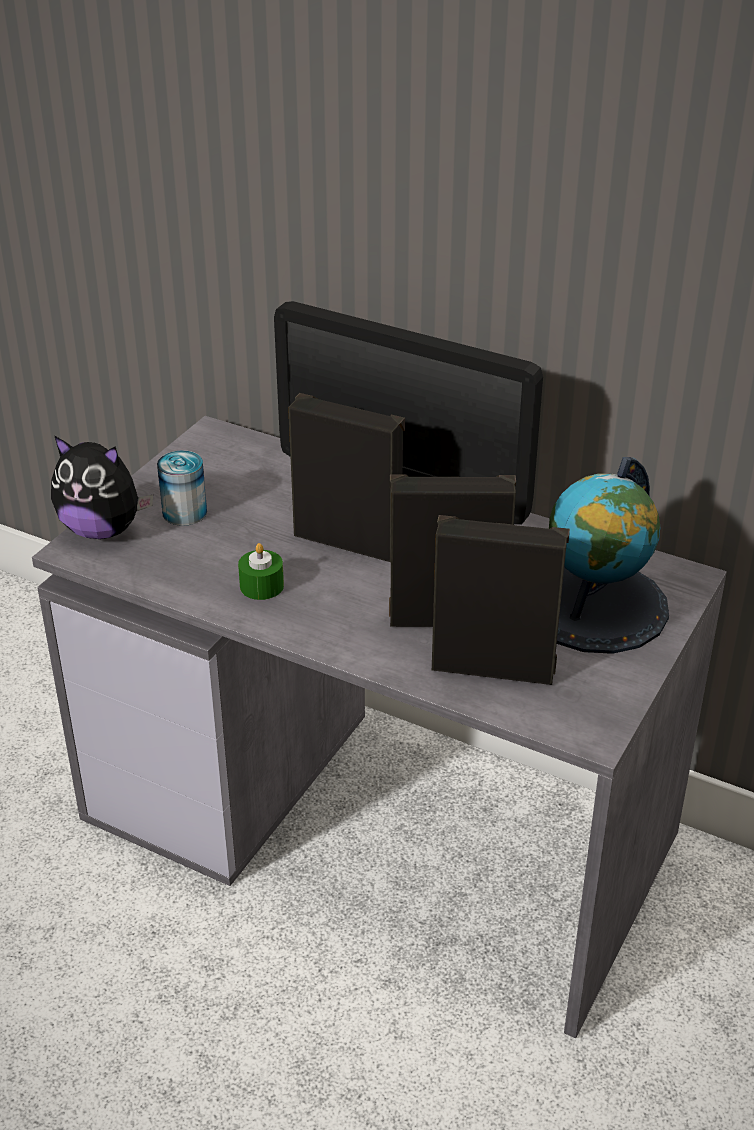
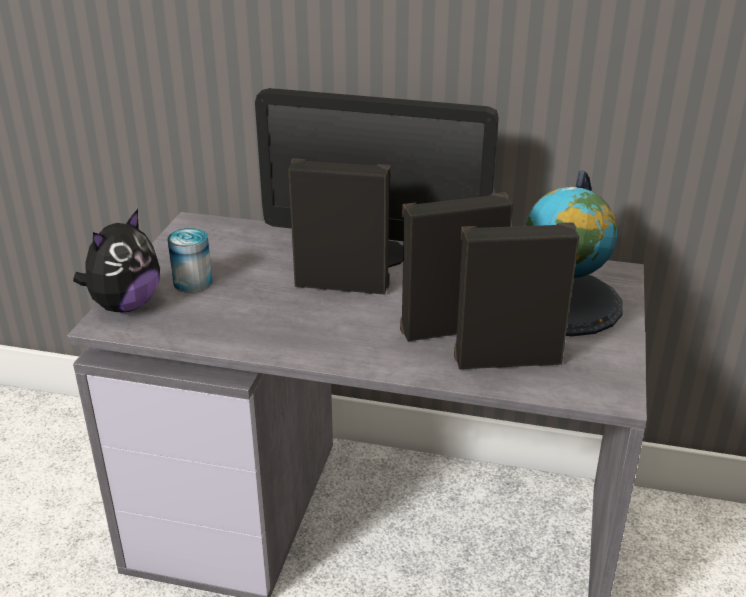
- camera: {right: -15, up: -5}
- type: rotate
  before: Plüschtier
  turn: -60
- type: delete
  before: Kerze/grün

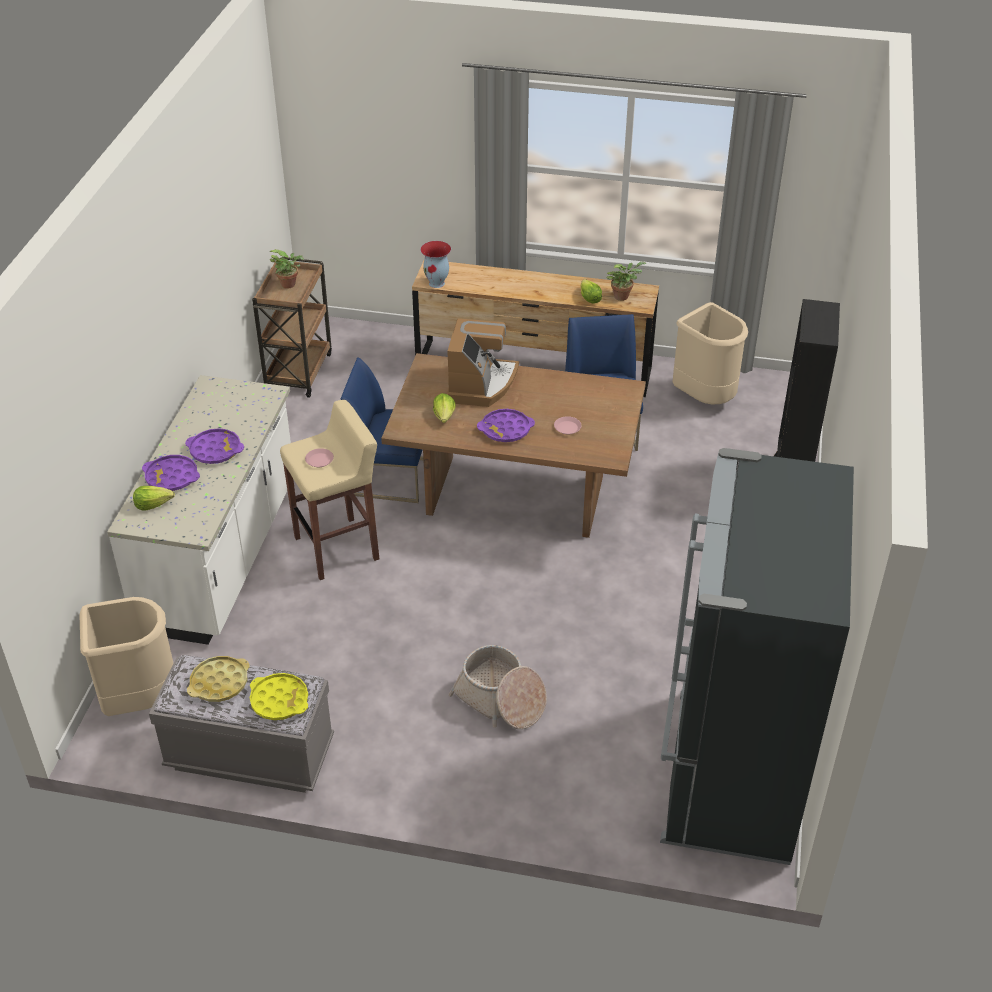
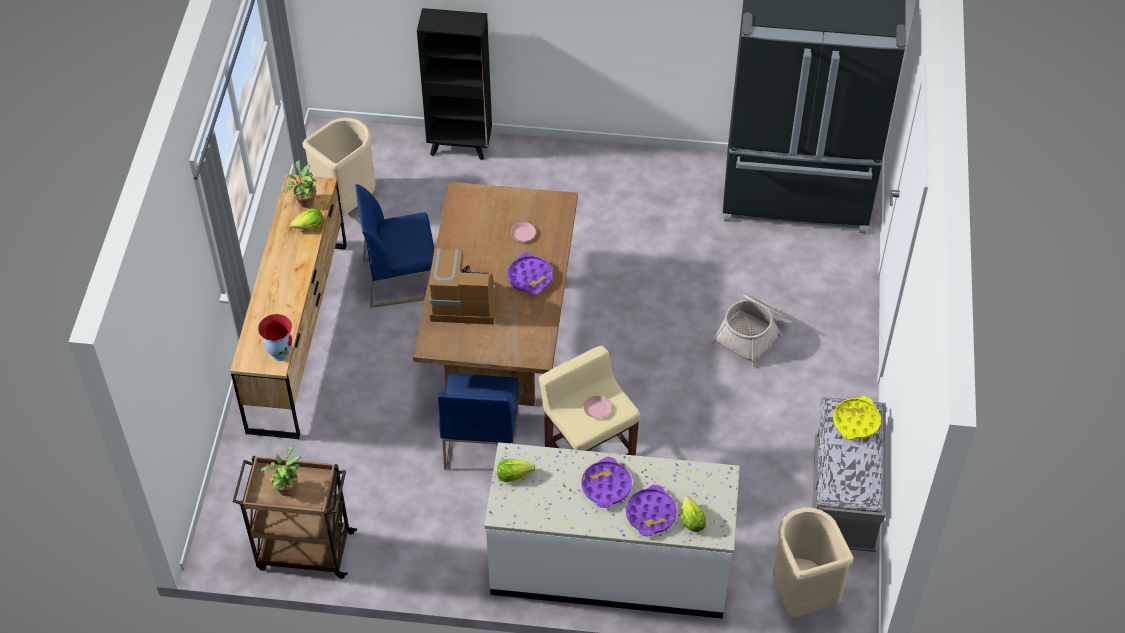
- camera: {right: -95, up: 10}
- type: delete
  before: Tablett/gelb (1st from left)
- type: move
  before: Salatkopf (2nd from left)

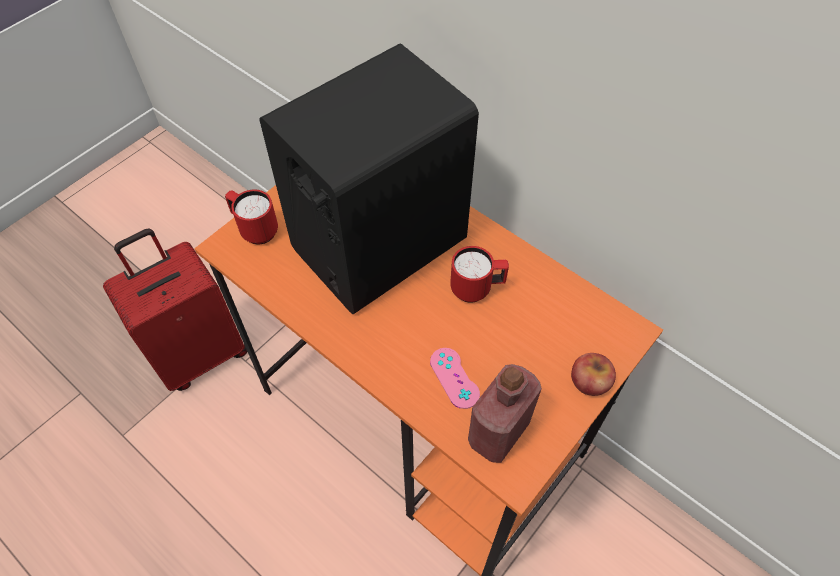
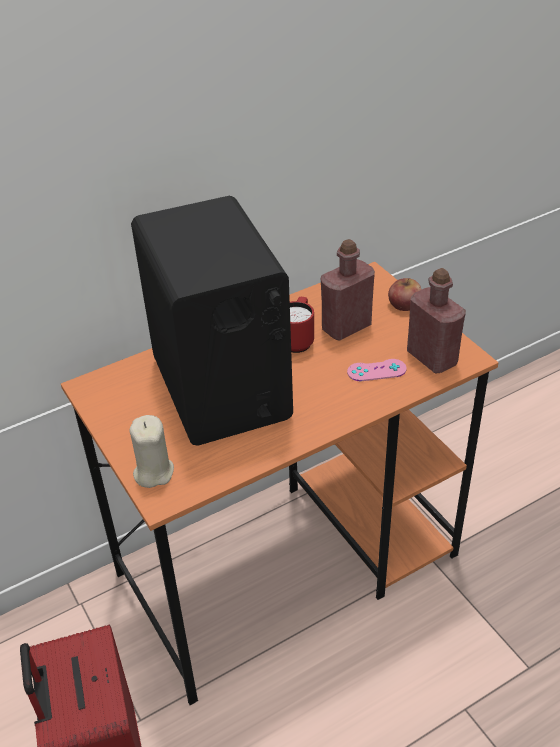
- camera: {right: -70, up: -15}
- type: replace
  before: Henkelbecher/rot (1st from left)
  after: Kerze/beige
- type: insert
  after: Flasche/rot (1st from left)

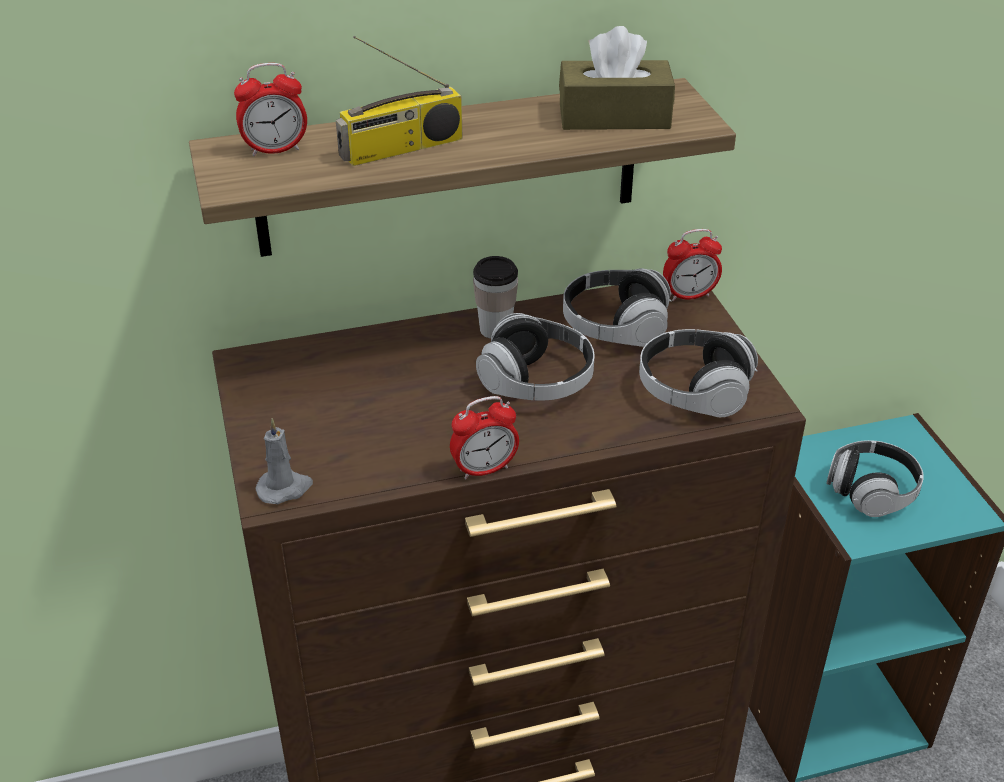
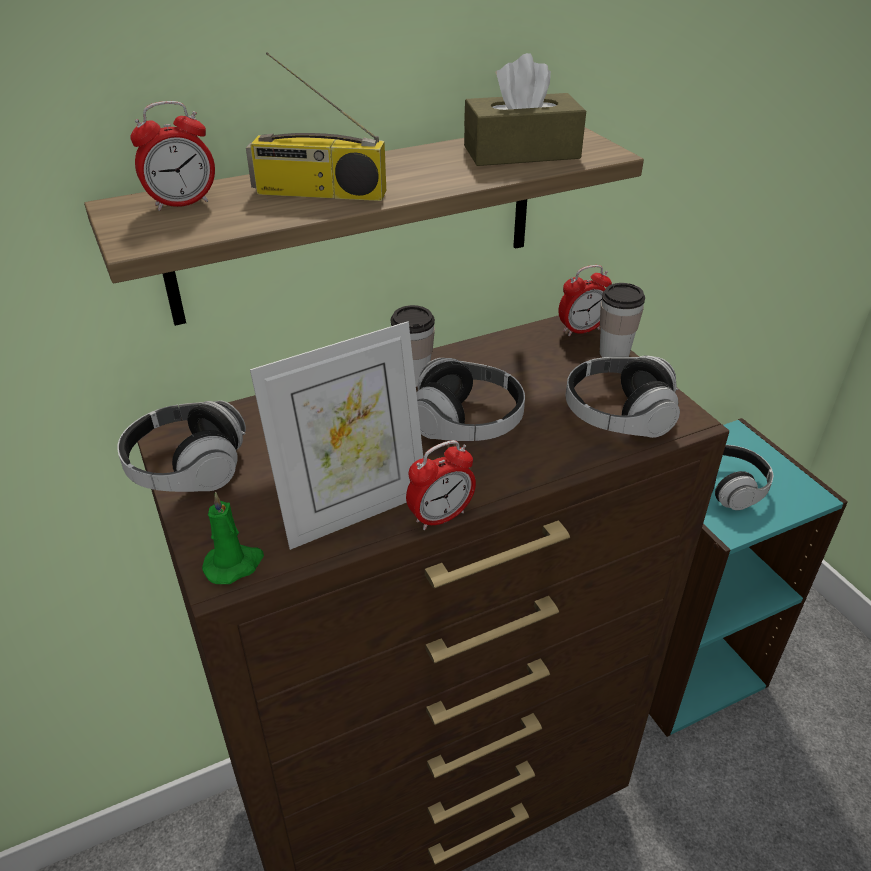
- camera: {right: -10, up: 0}
- type: recolor
  before: Kerze/grau
  after: Kerze/grün
- type: rotate
  before: Radio
  turn: 45
- type: move
  before: Kopfhörer (2nd from left in the first image)
  after: Kopfhörer (1st from left)
- type: insert
  after: Bilderrahmen
- type: insert
  after: Tasse (2nd from left)

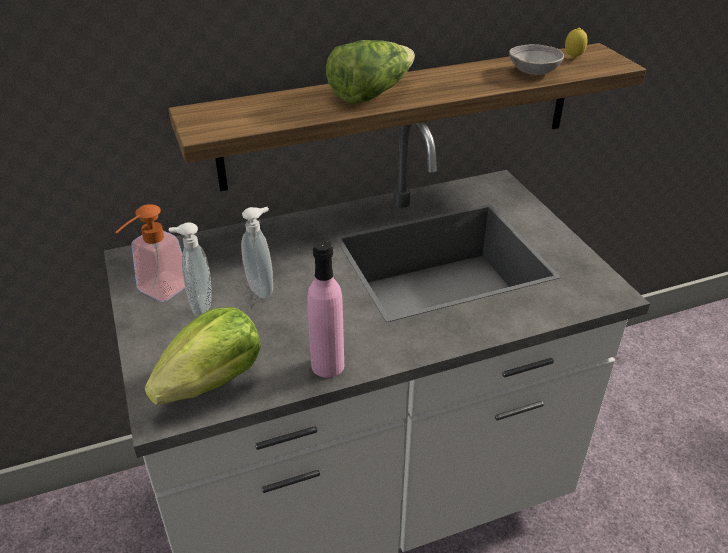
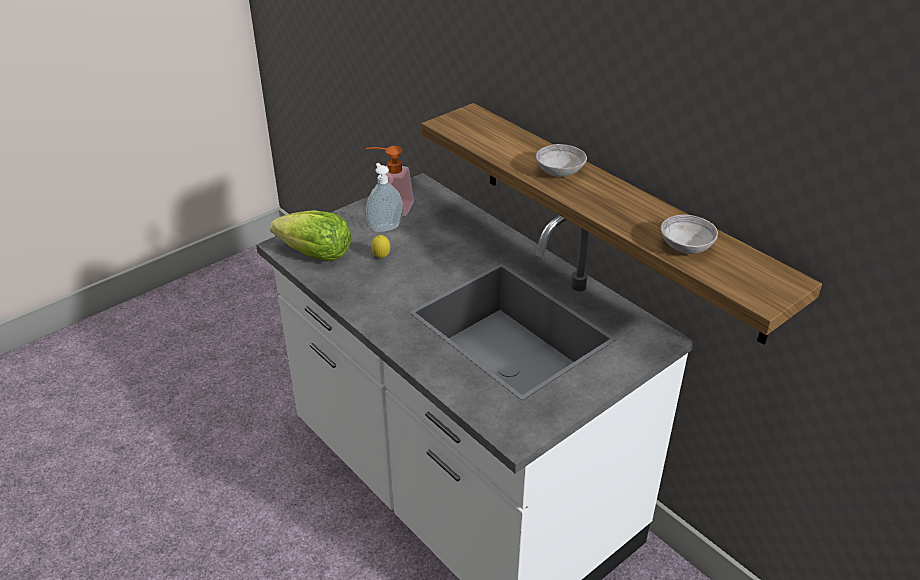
- camera: {right: 70, up: 0}
- type: delete
  before: Seifenspender (3rd from left)
- type: delete
  before: Flasche/rosa
- type: replace
  before: Salatkopf (2nd from left)
  after: Schüssel/grau (1st from left)
- type: move
  before: Zitrone

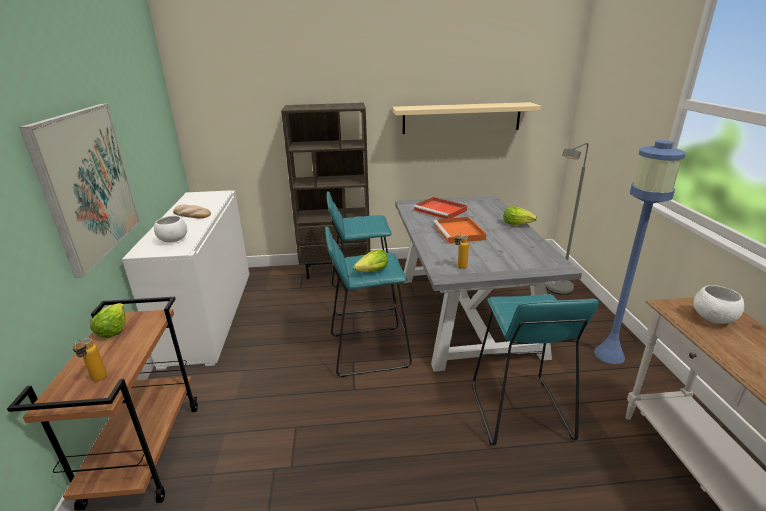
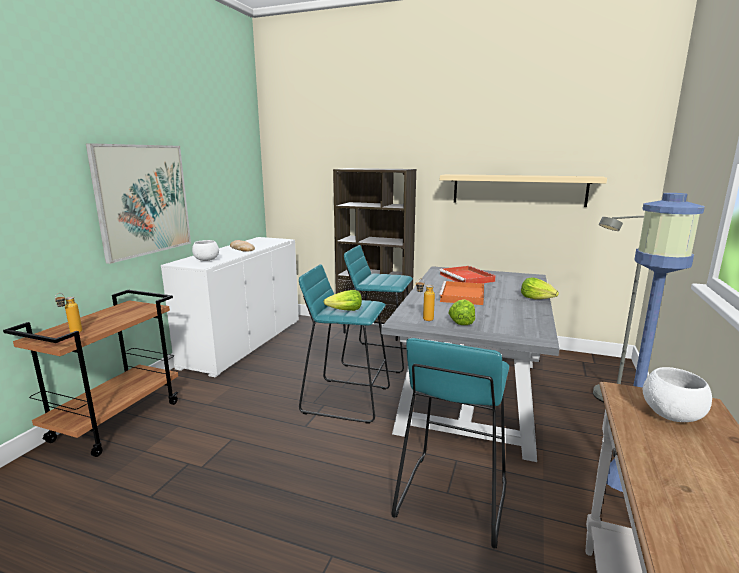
- camera: {right: 25, up: -10}
- type: move
  before: Salatkopf (1st from left in the first image)
  after: Salatkopf (2nd from left)

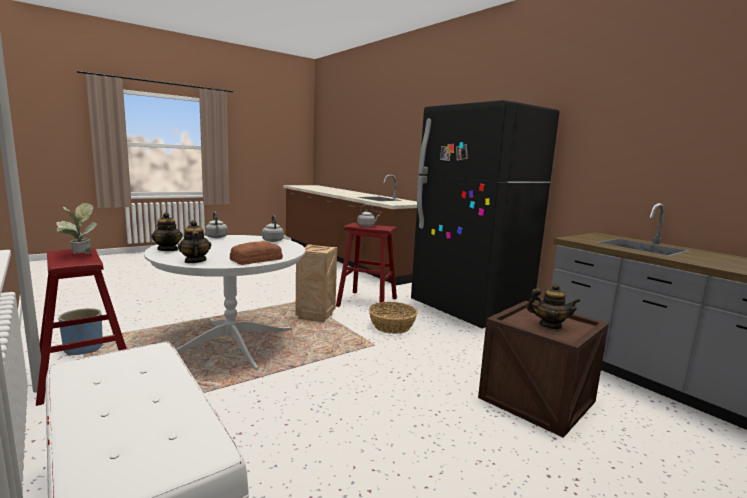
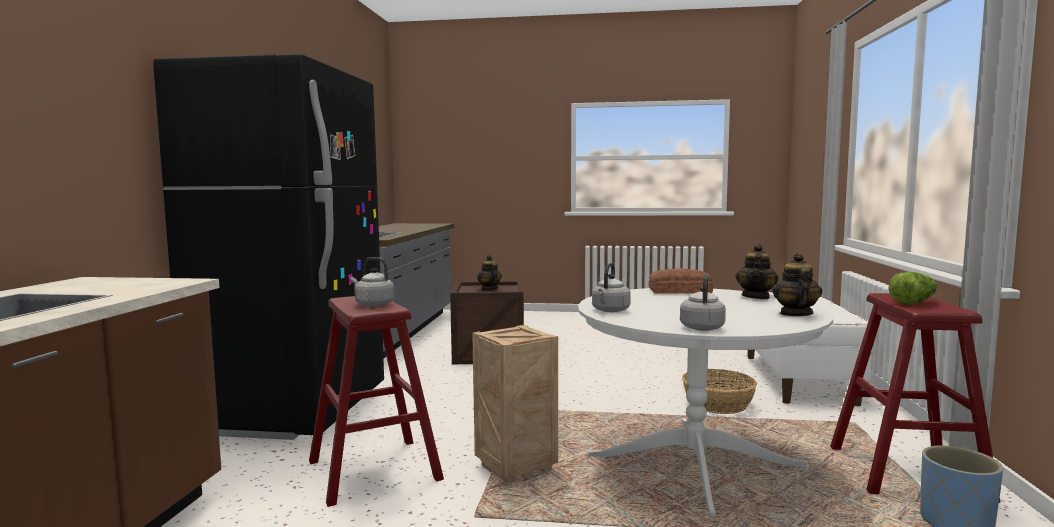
- camera: {right: -135, up: -5}
- type: replace
  before: Topfpflanze
  after: Salatkopf
- type: move
  before: Korb

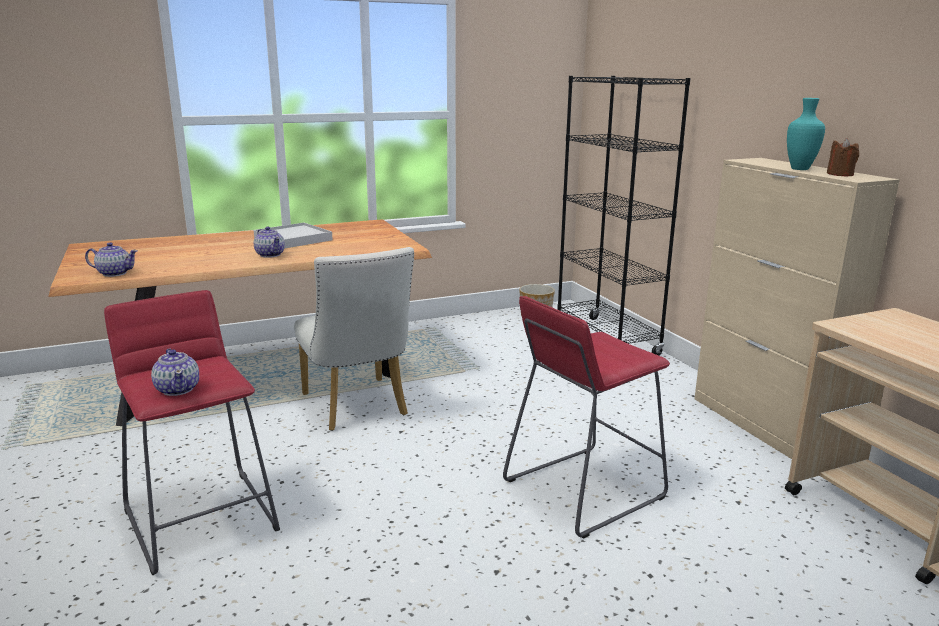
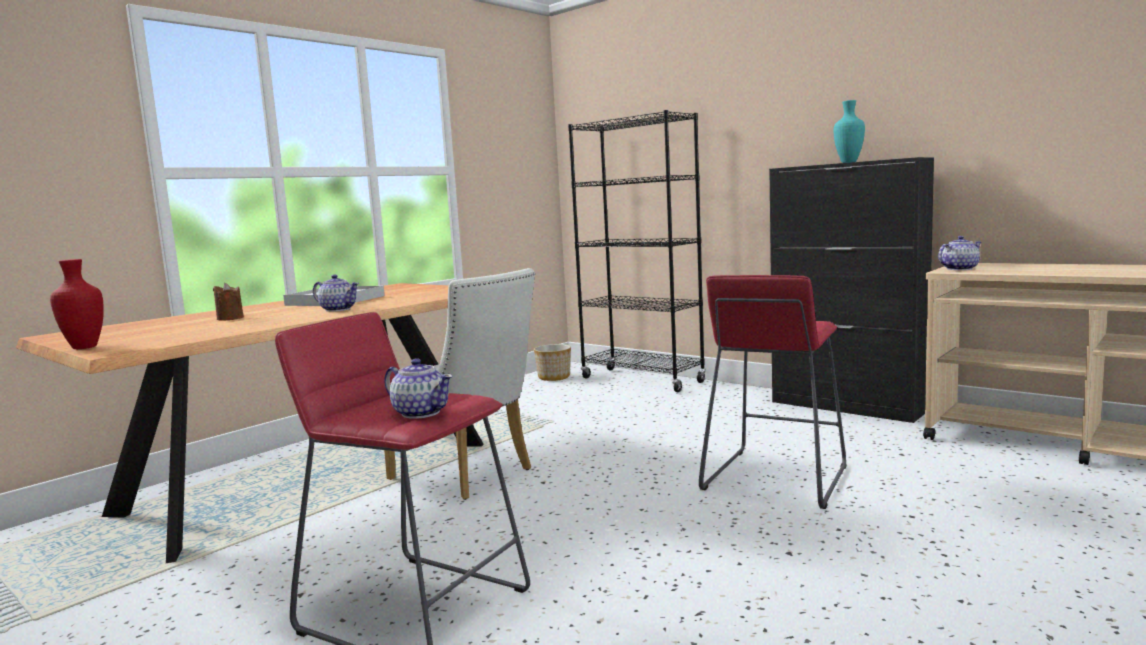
- camera: {right: -25, up: -10}
- type: move
  before: Teekanne (1st from left in the first image)
  after: Teekanne (3rd from left)
- type: recolor
  before: Schrank/beige
  after: Schrank/schwarz
- type: move
  before: Kerze/braun
- type: insert
  after: Vase/rot

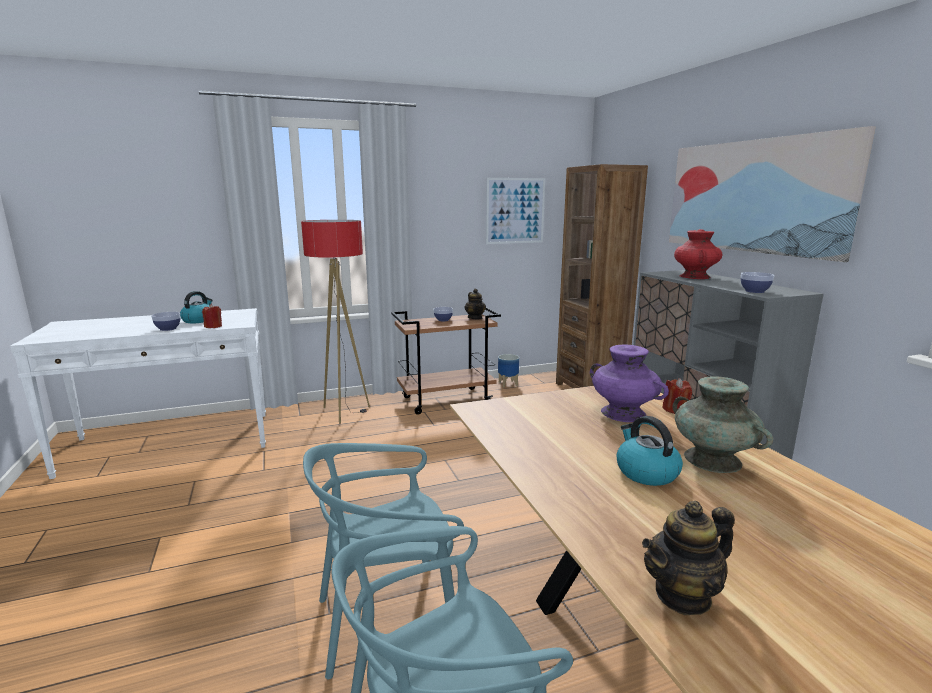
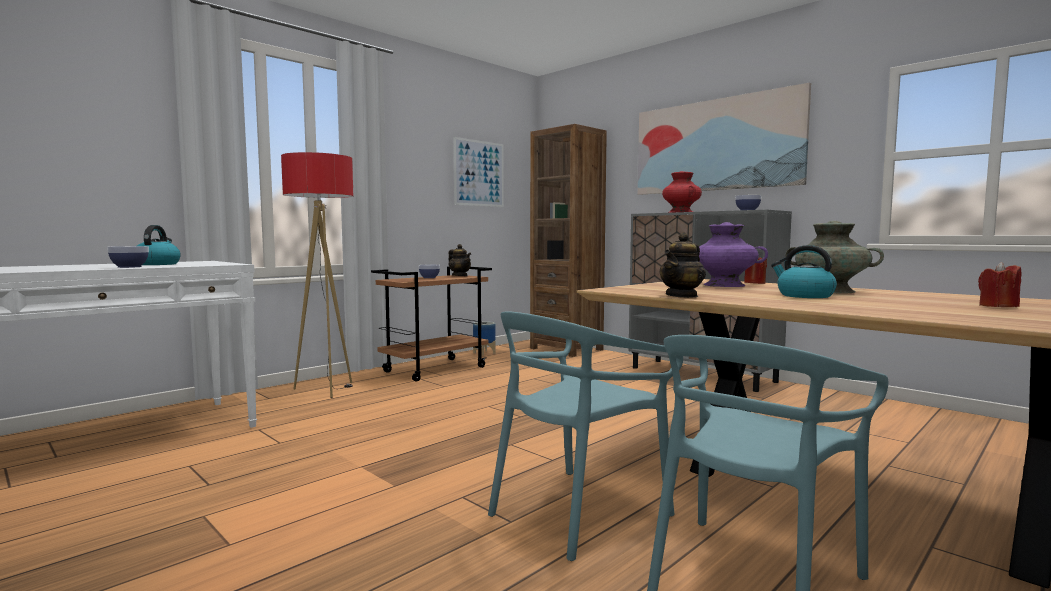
- camera: {right: -25, up: -10}
- type: move
  before: Kerze/rot (1st from left in the first image)
  after: Kerze/rot (2nd from left)
- type: move
  before: Teekanne (2nd from left)

